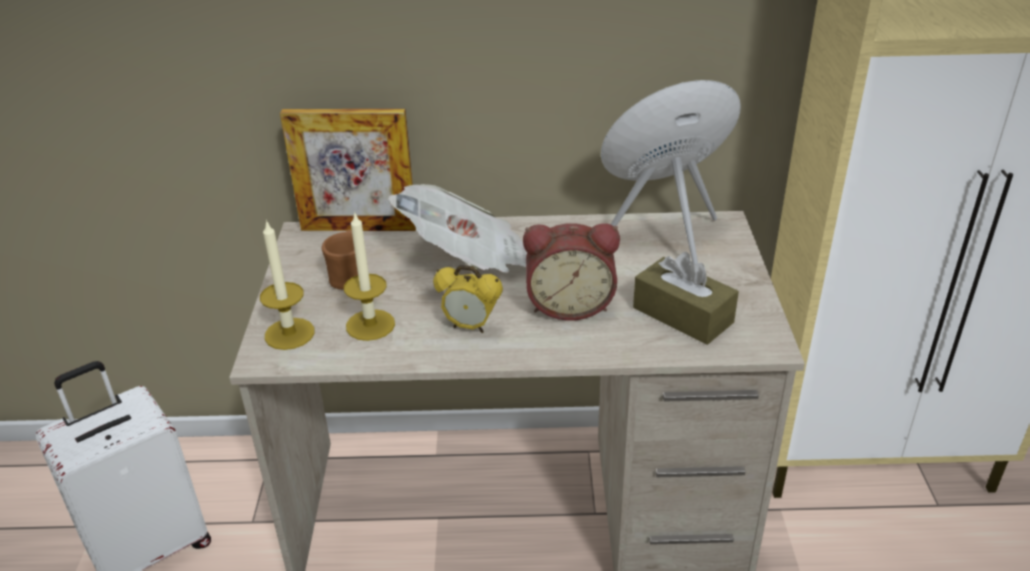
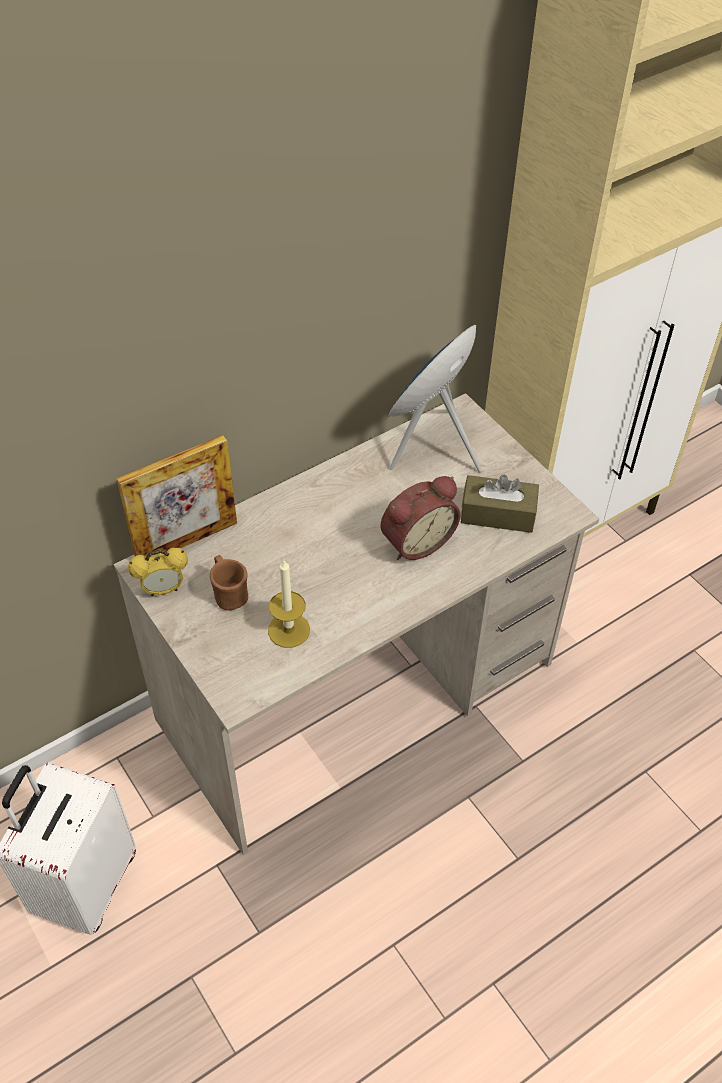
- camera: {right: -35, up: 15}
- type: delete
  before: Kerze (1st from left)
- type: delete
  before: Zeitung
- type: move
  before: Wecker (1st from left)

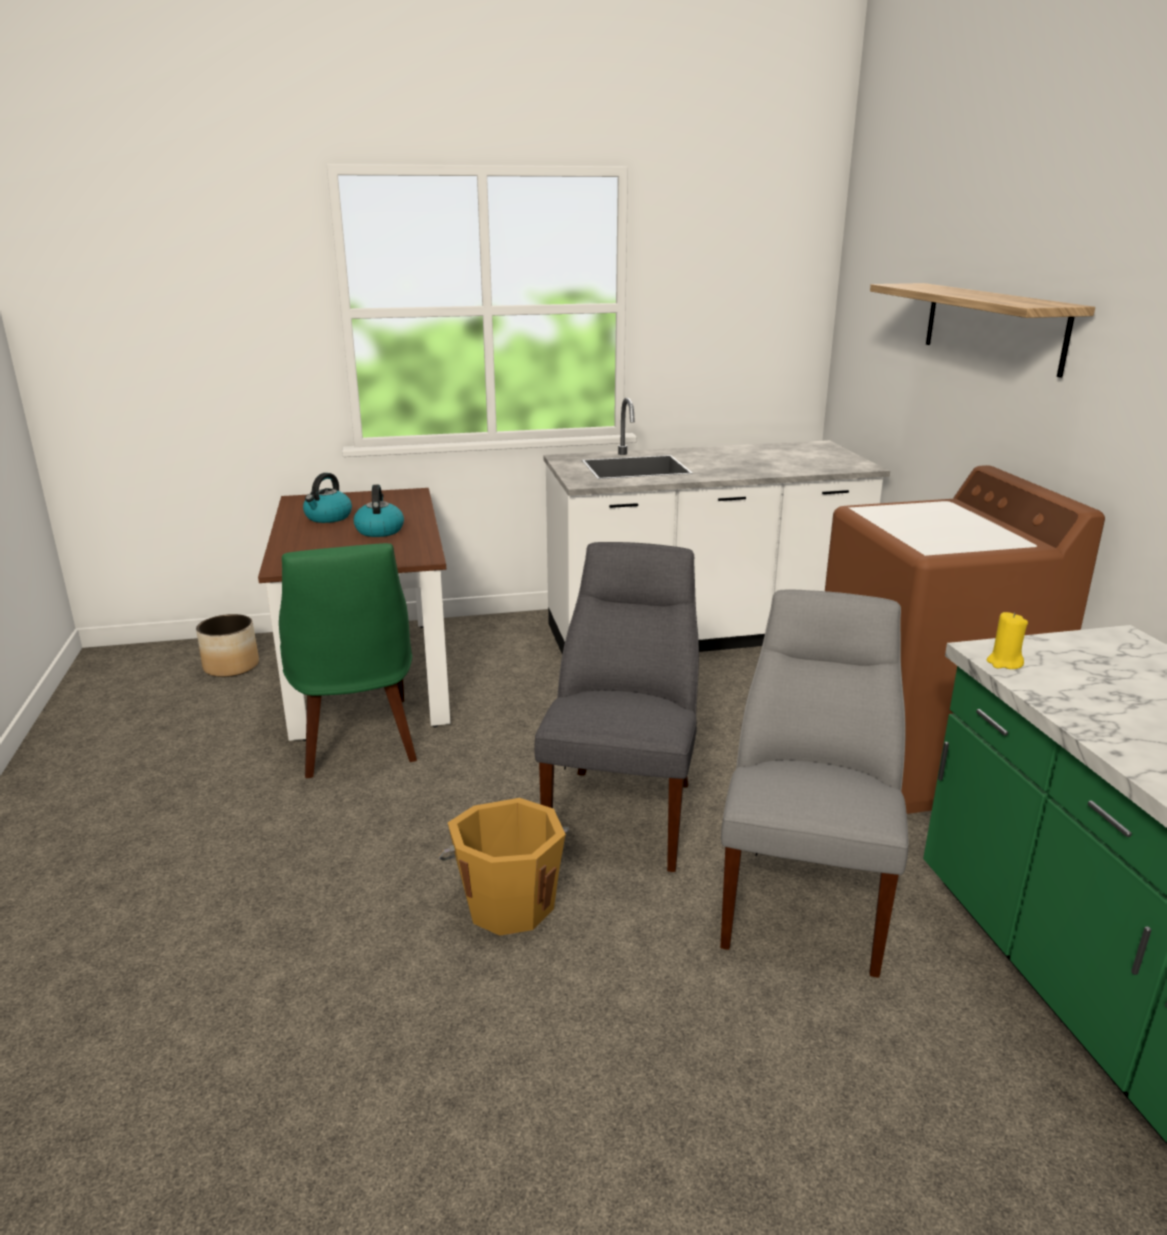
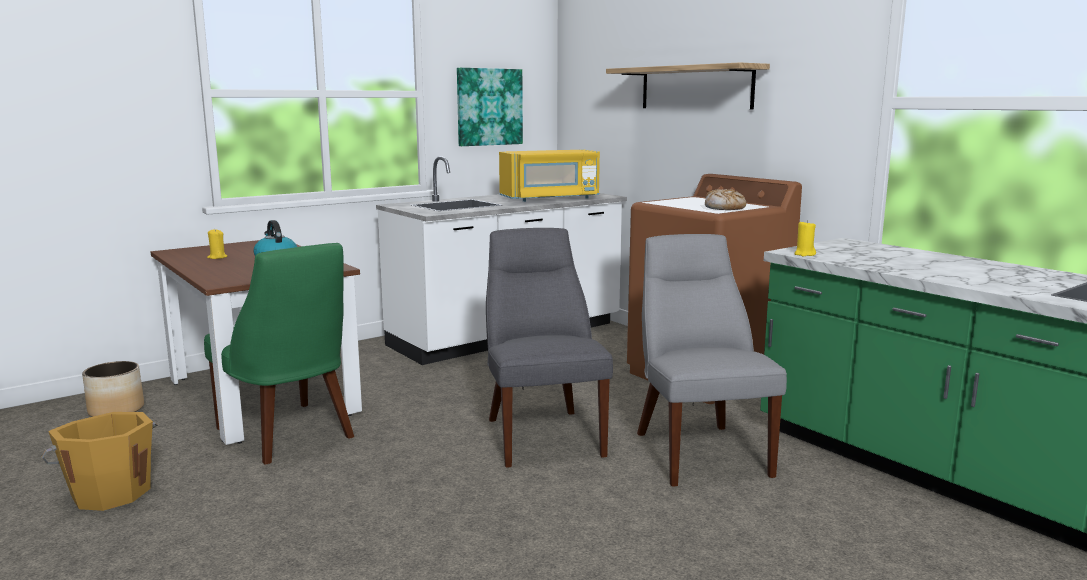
- camera: {right: -25, up: -10}
- type: replace
  before: Wasserkessel (1st from left)
  after: Kerze/gelb (1st from left)
- type: move
  before: Eimer/orange
- type: insert
  after: Bild
- type: insert
  after: Mikrowelle/gelb
- type: insert
  after: Brot

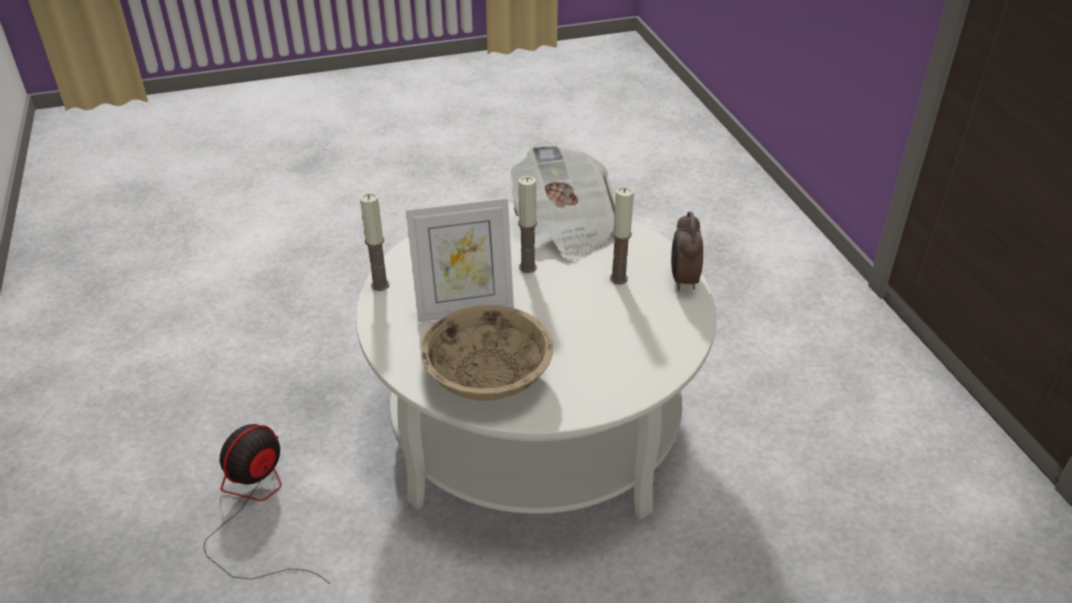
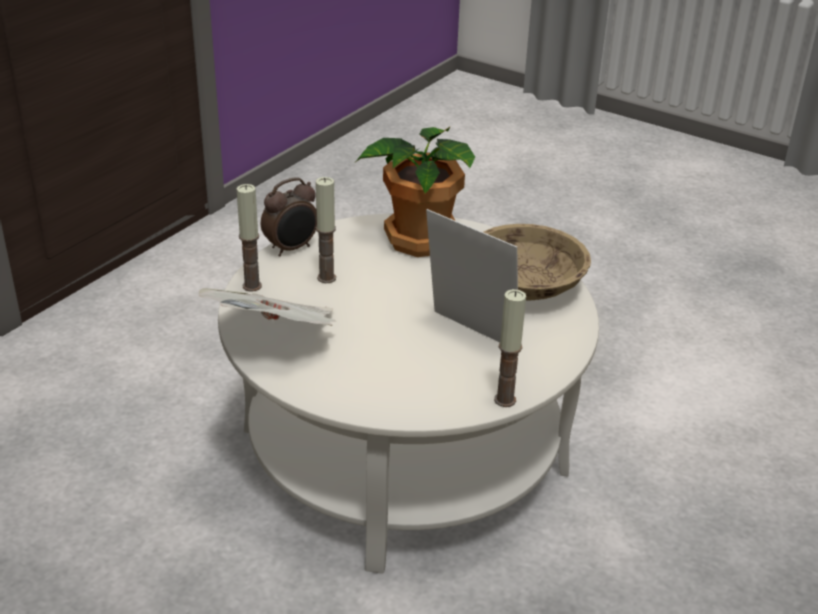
- camera: {right: -130, up: -5}
- type: delete
  before: Ventilator
- type: move
  before: Kerze (2nd from left in the first image)
  after: Kerze (1st from left)
- type: insert
  after: Topfpflanze

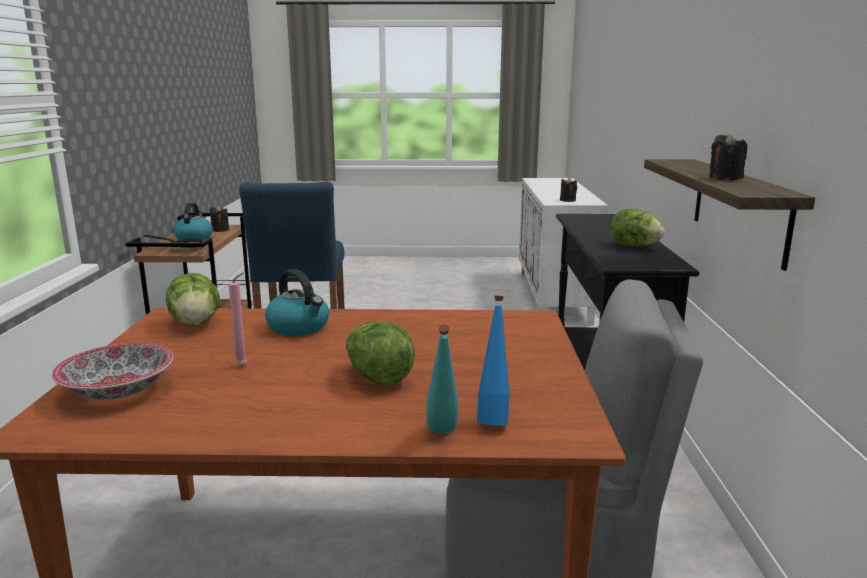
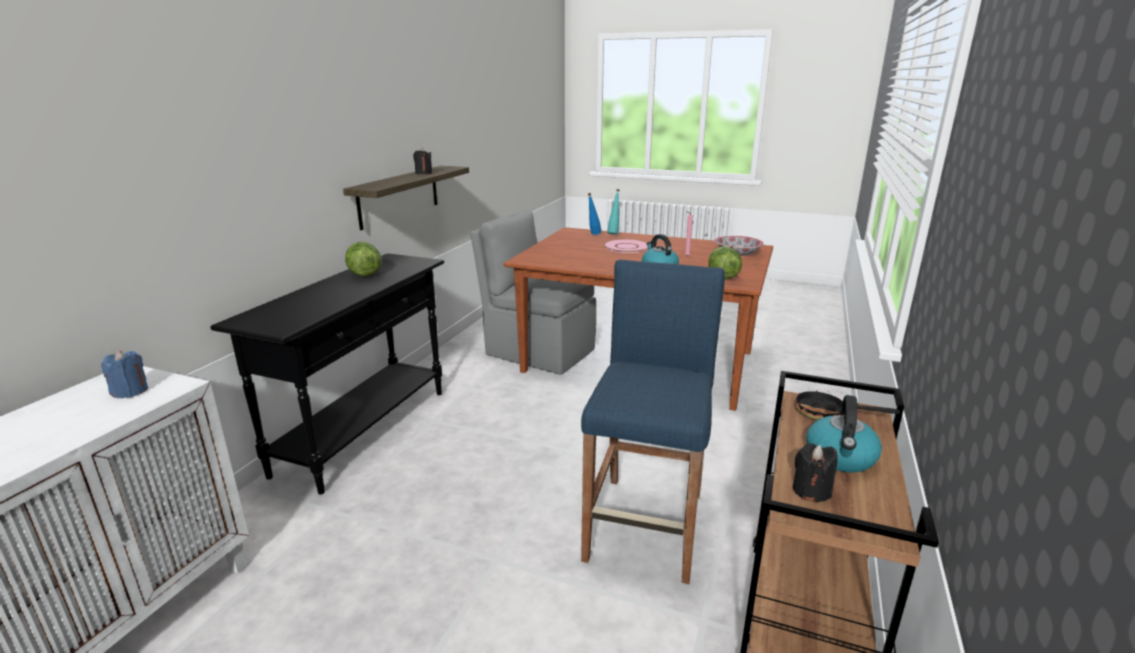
- camera: {right: -160, up: 5}
- type: replace
  before: Salatkopf (2nd from left)
  after: Teller/rosa
- type: recolor
  before: Kerze/schwarz (2nd from left)
  after: Kerze/blau

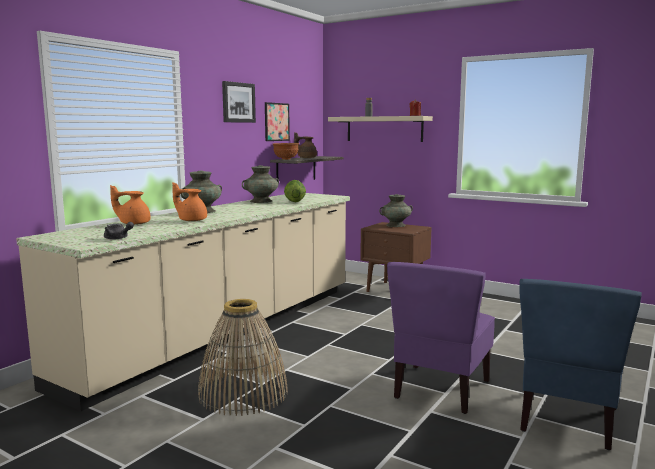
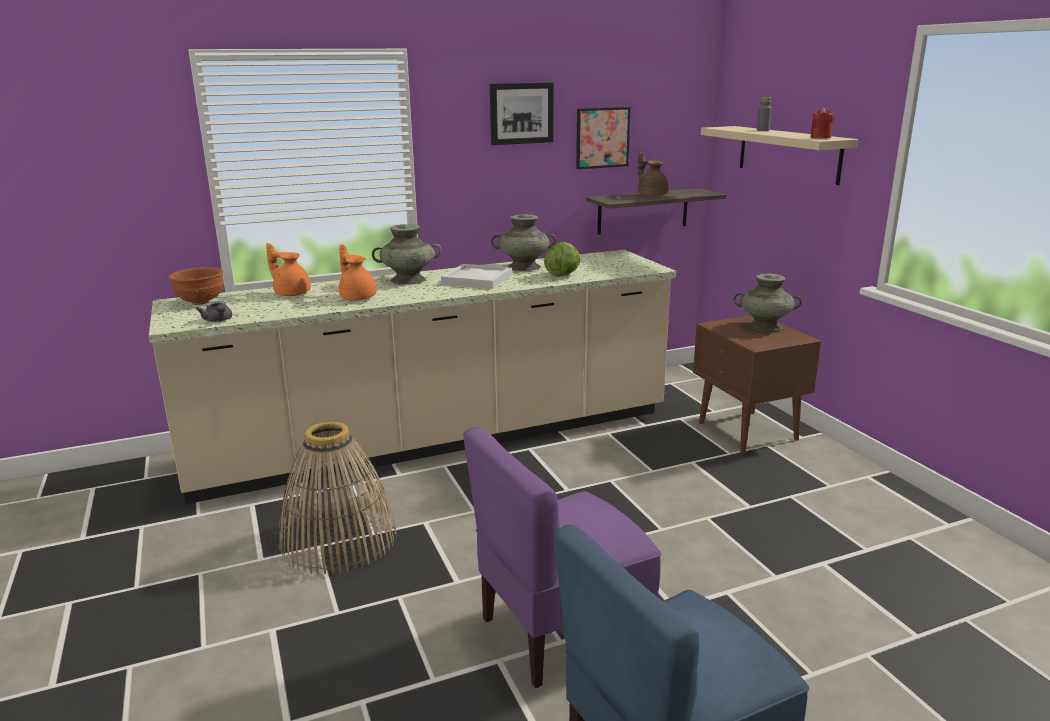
- camera: {right: 35, up: 10}
- type: move
  before: Schüssel/braun
- type: insert
  after: Tablett/weiß

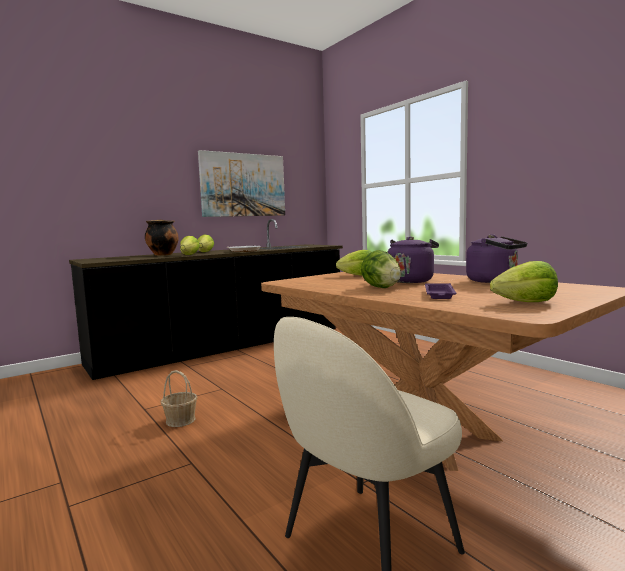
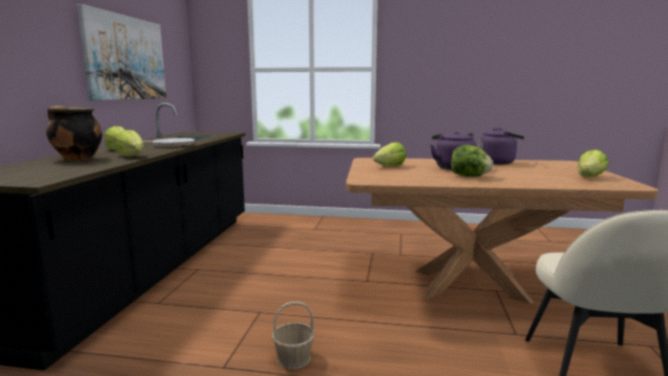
- camera: {right: -45, up: 5}
- type: delete
  before: Tablett/lila

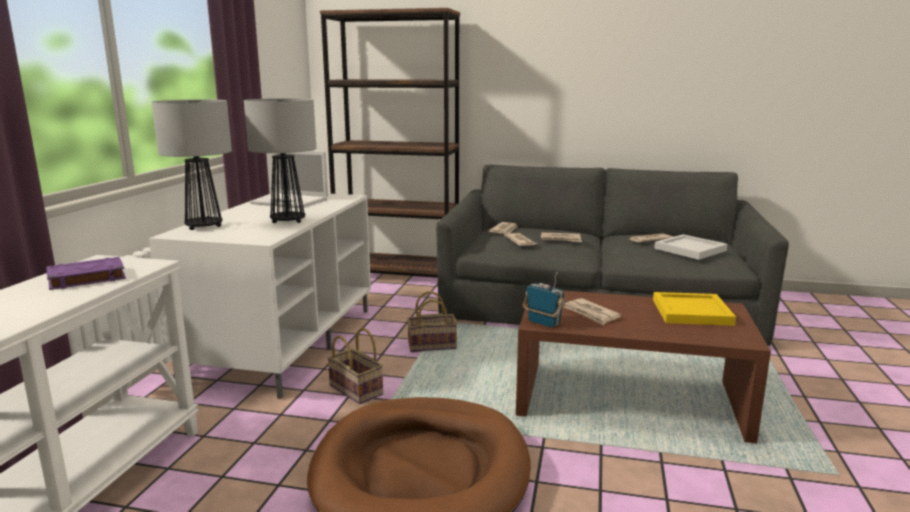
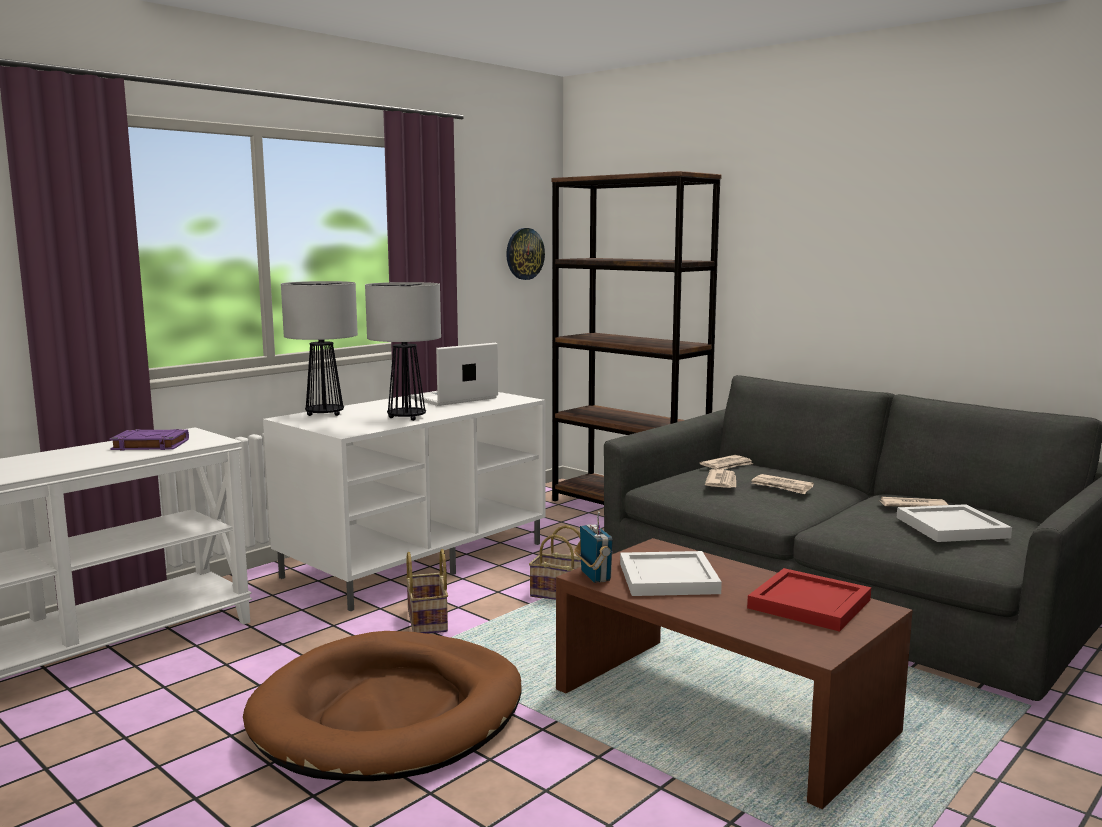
- camera: {right: 30, up: -5}
- type: rotate
  before: Laptop
  turn: 90
- type: replace
  before: Zeitung (4th from left)
  after: Tablett/weiß (1st from left)
- type: recolor
  before: Tablett/gelb
  after: Tablett/rot
- type: insert
  after: Wanduhr

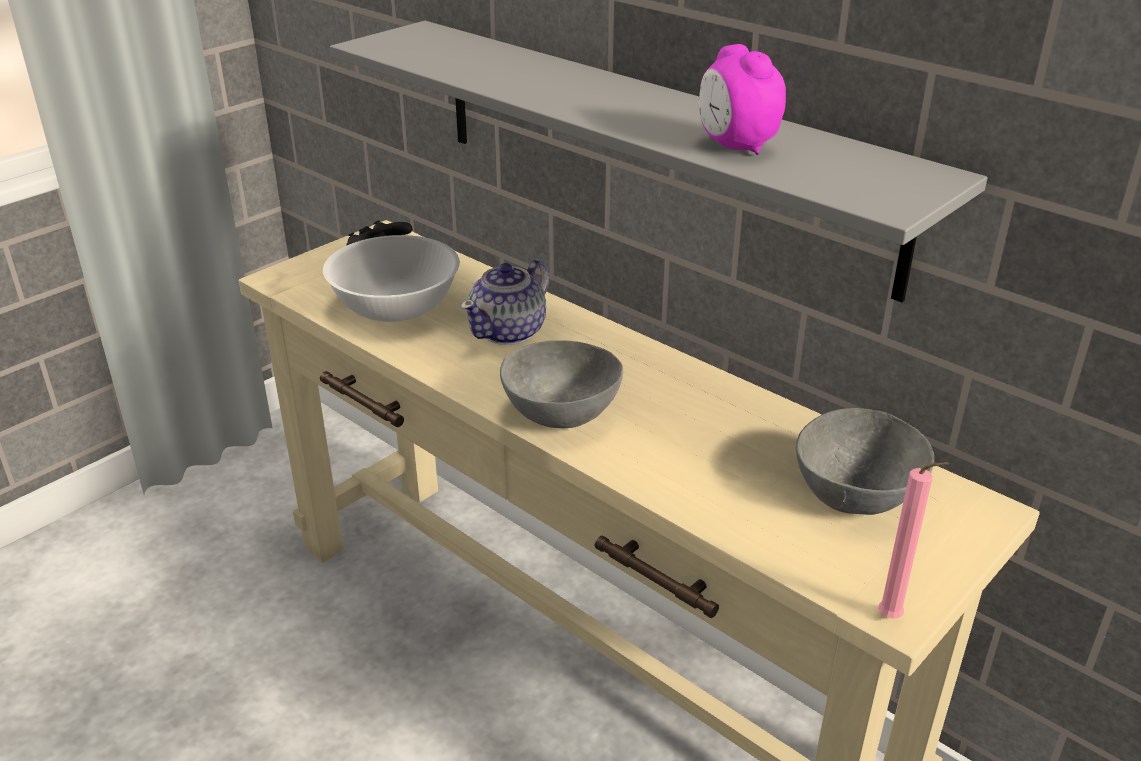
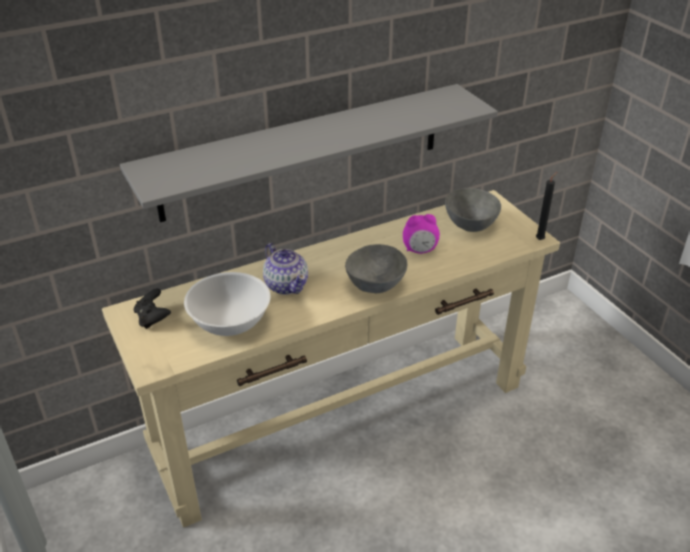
- camera: {right: -70, up: 5}
- type: move
  before: Wecker
- type: recolor
  before: Kerze/rosa
  after: Kerze/schwarz

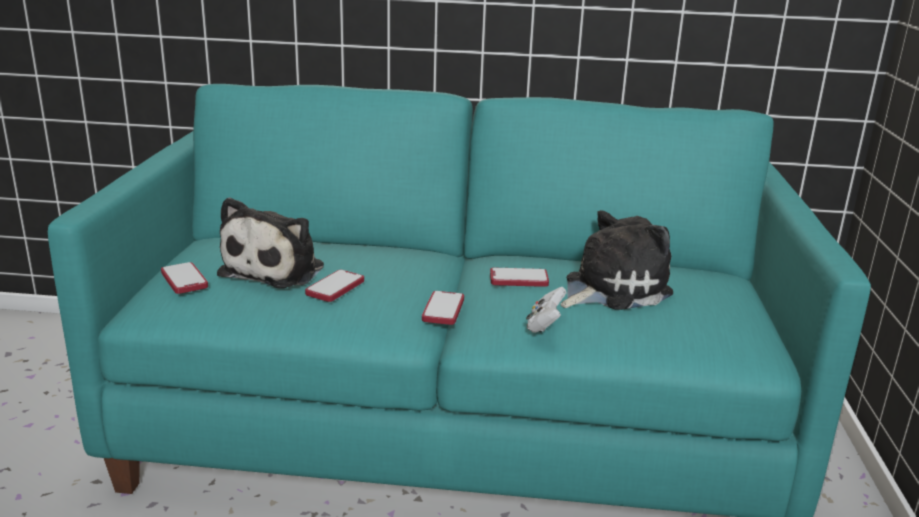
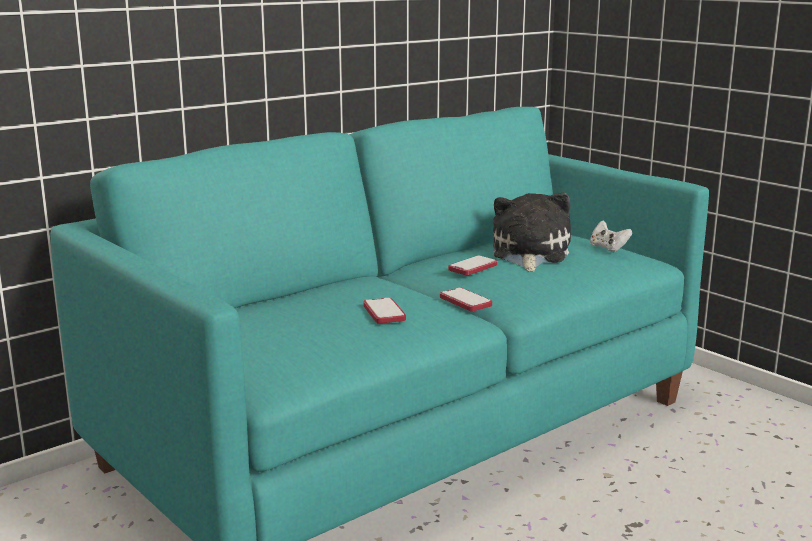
- camera: {right: -45, up: -5}
- type: delete
  before: Handy (1st from left)
- type: delete
  before: Plüschtier (1st from left)
- type: move
  before: Gamepad/weiß

